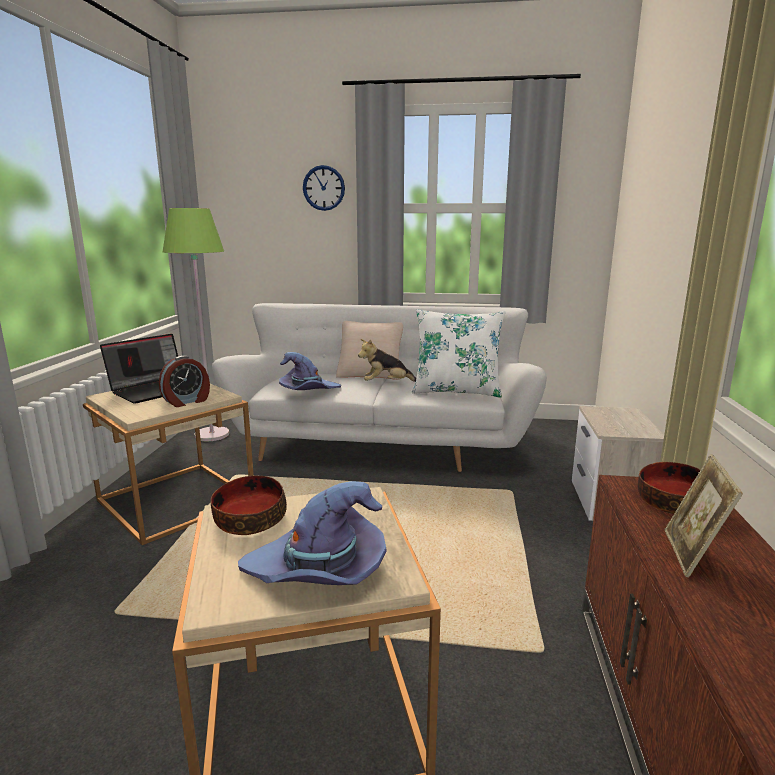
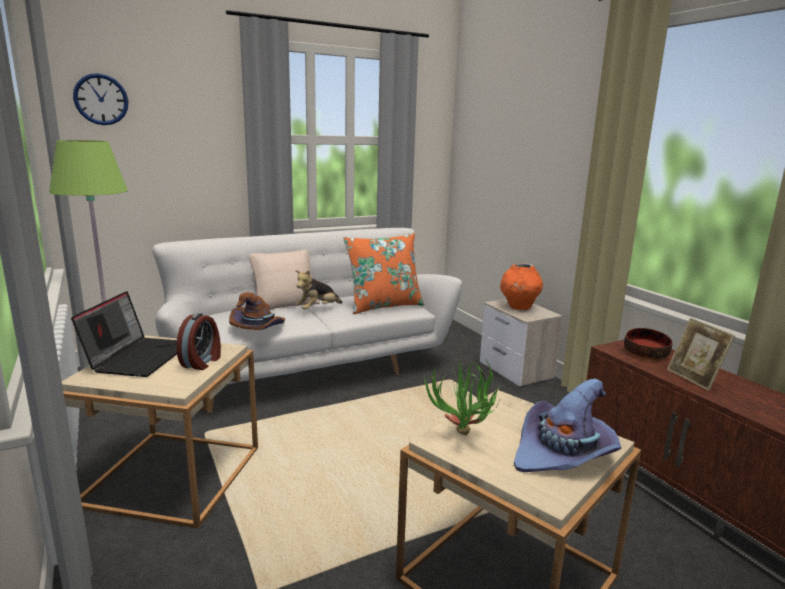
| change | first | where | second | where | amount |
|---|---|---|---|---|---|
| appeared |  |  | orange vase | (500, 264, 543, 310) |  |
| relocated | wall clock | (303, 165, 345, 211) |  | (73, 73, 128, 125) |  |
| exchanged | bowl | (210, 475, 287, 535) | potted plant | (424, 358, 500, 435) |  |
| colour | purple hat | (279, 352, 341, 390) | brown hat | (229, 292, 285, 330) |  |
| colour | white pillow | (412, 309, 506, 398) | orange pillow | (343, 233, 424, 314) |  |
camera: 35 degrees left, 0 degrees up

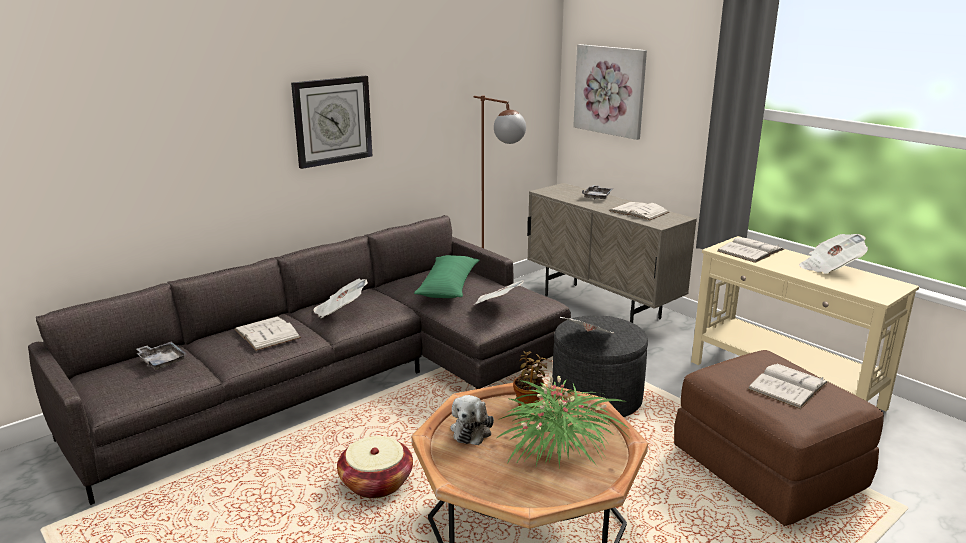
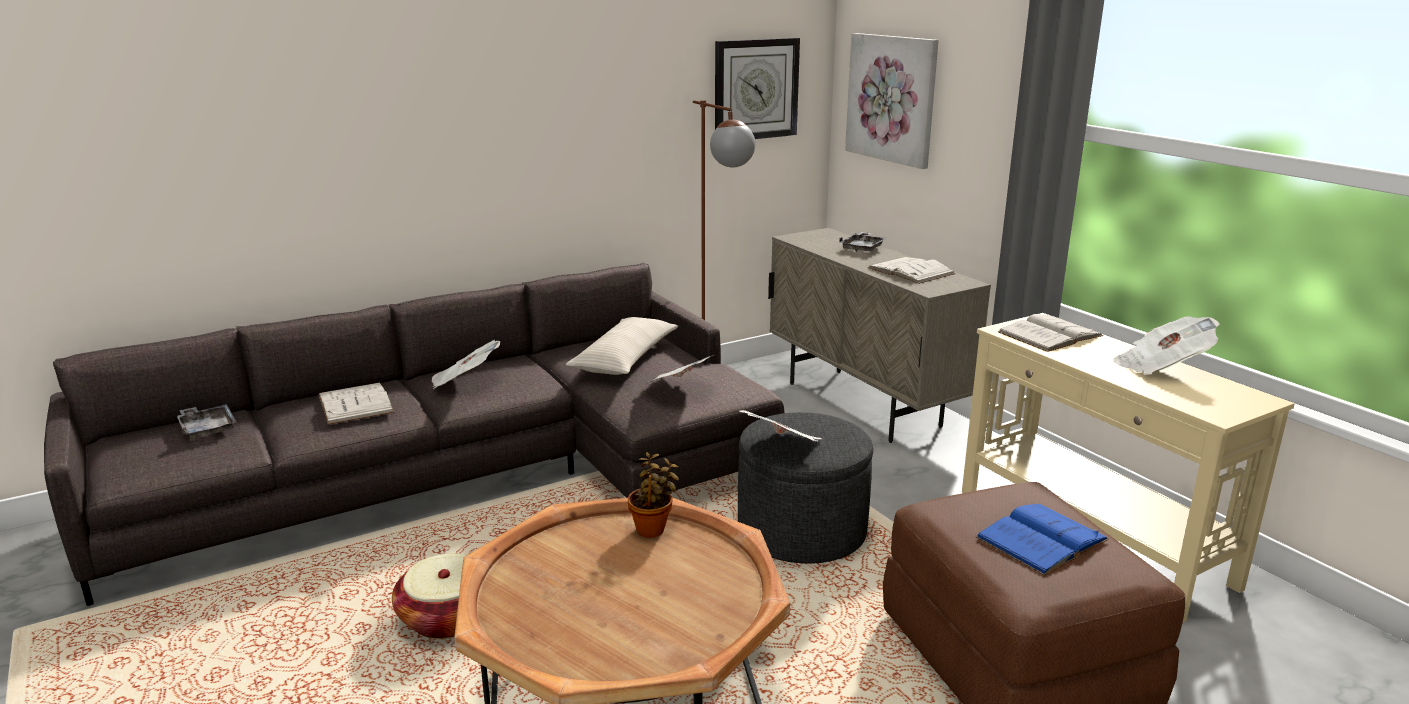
| change | first | where | second | where | amount |
|---|---|---|---|---|---|
| missing | plush toy | (450, 395, 494, 445) |  |  |  |
| missing | potted plant | (497, 375, 628, 469) |  |  |  |
| relocated | wall clock | (291, 76, 373, 169) |  | (715, 38, 800, 139) |  |
| colour | green pillow | (414, 255, 479, 298) | beige pillow | (566, 317, 678, 375) |  |
| colour | white book | (747, 364, 829, 409) | blue book | (975, 504, 1109, 576) |  |
camera: 10 degrees right, 0 degrees up

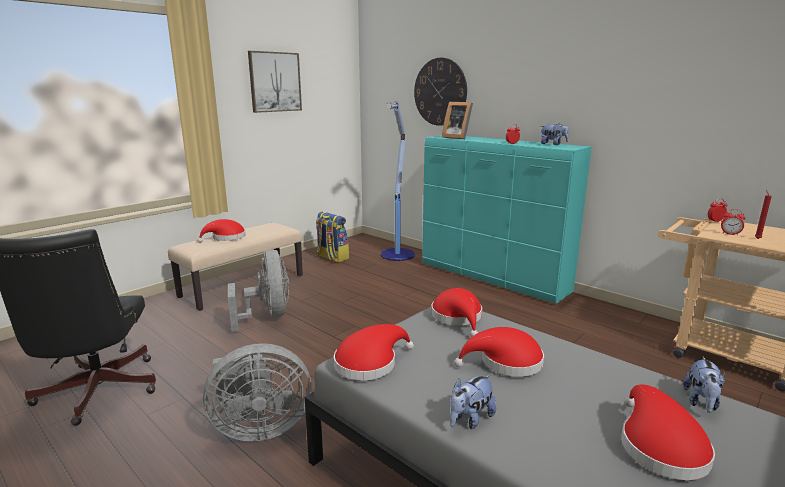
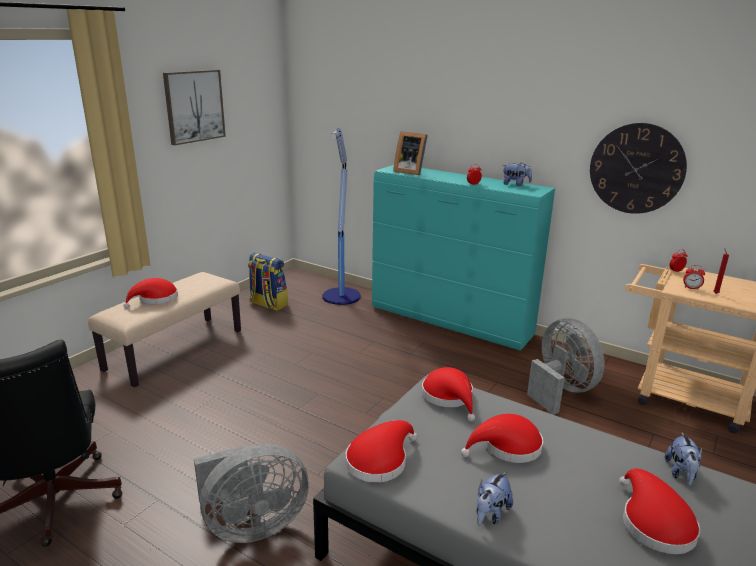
| change | first | where | second | where | amount |
|---|---|---|---|---|---|
| relocated | grey fan | (228, 250, 289, 332) |  | (527, 318, 605, 415) |  |
| relocated | wall clock | (414, 58, 467, 126) |  | (590, 123, 687, 214) |  |
camera: 10 degrees left, 5 degrees up

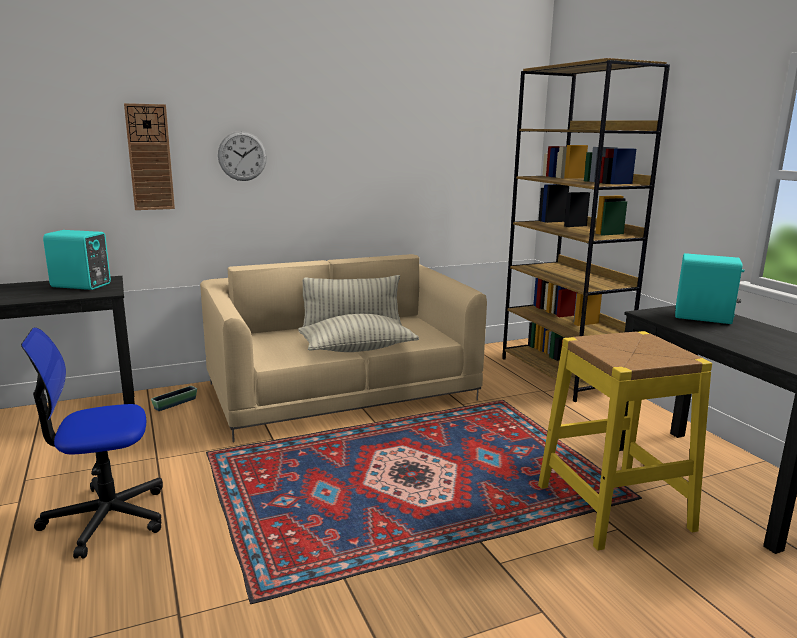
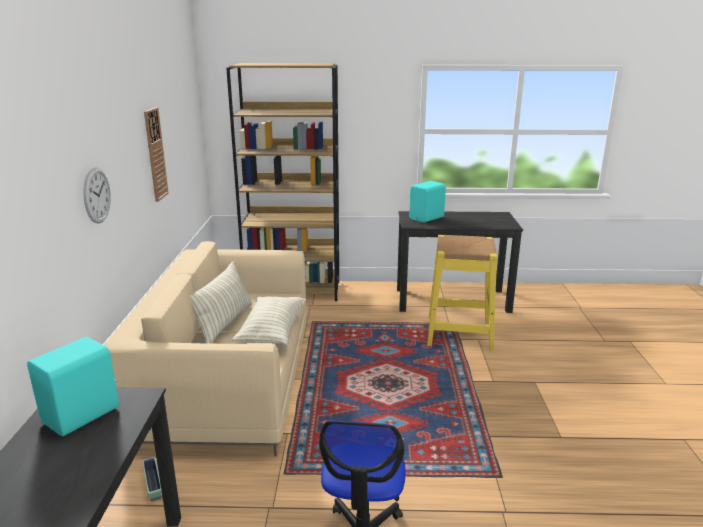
| change | first | where | second | where | amount |
|---|---|---|---|---|---|
| relocated | wall clock | (124, 103, 175, 210) |  | (144, 107, 169, 202) |  |
camera: 65 degrees left, 5 degrees up

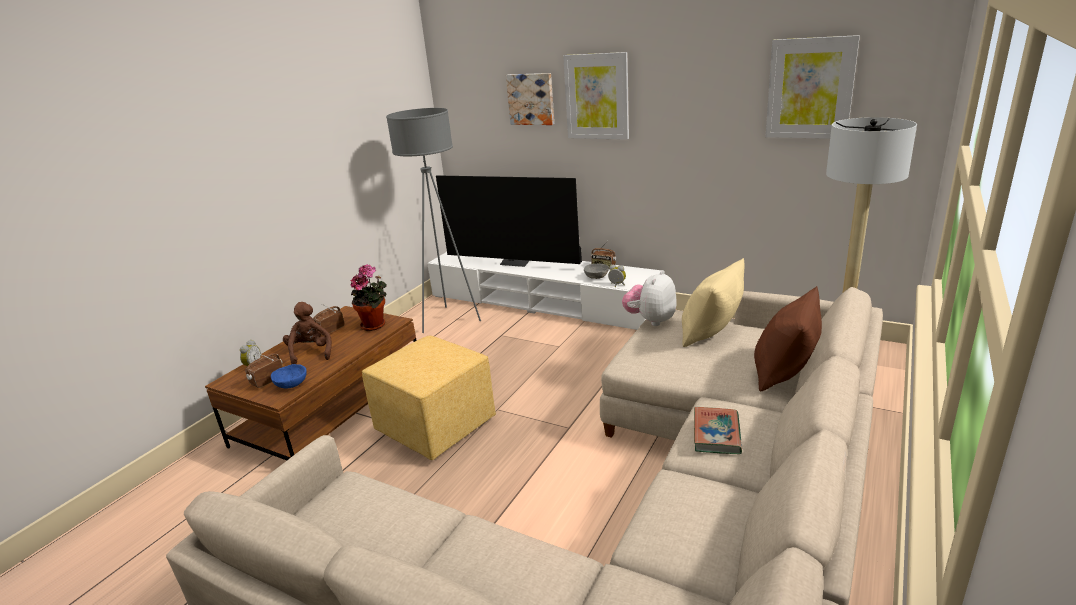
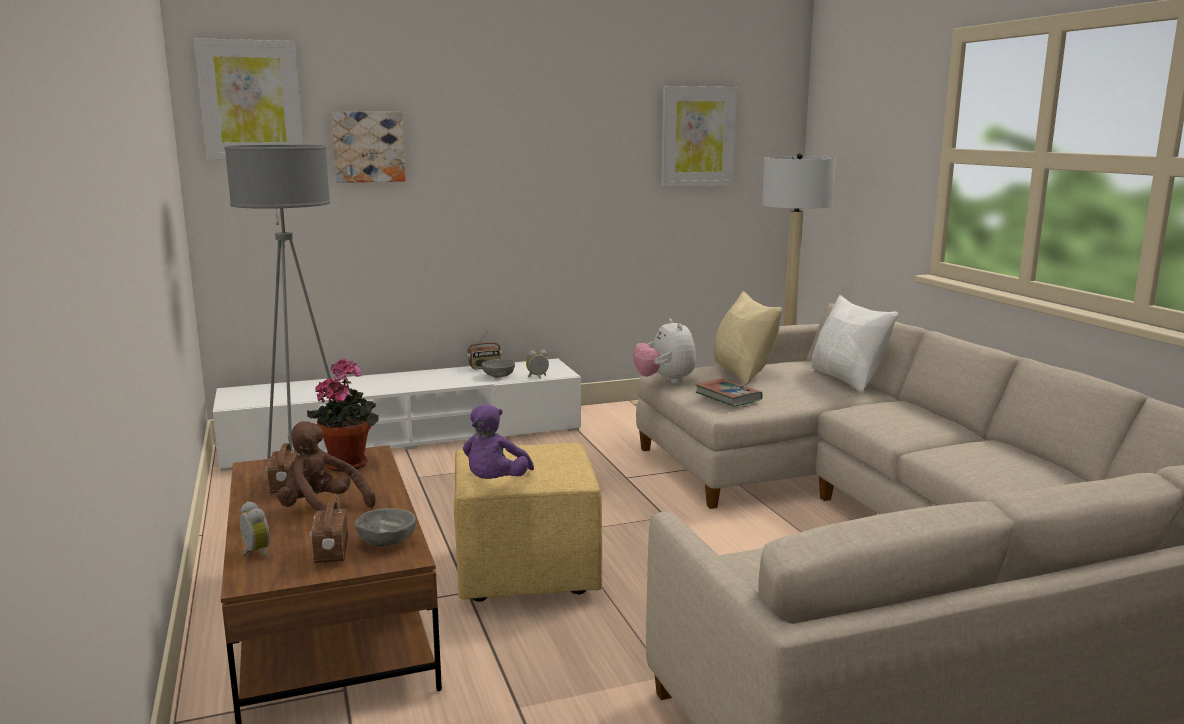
| change | first | where | second | where | amount |
|---|---|---|---|---|---|
| missing | television | (436, 175, 582, 267) |  |  |  |
| appeared |  |  | purple plush toy | (463, 404, 534, 479) |  |
| relocated | picture | (563, 52, 629, 140) |  | (194, 38, 303, 159) |  |
| relocated | book | (694, 407, 742, 454) |  | (695, 379, 763, 407) |  |
| colour | blue bowl | (271, 364, 307, 388) | grey bowl | (355, 508, 416, 547) |  |
| colour | brown pillow | (754, 286, 822, 391) | white pillow | (811, 295, 898, 392) |  |
camera: 50 degrees left, 10 degrees down

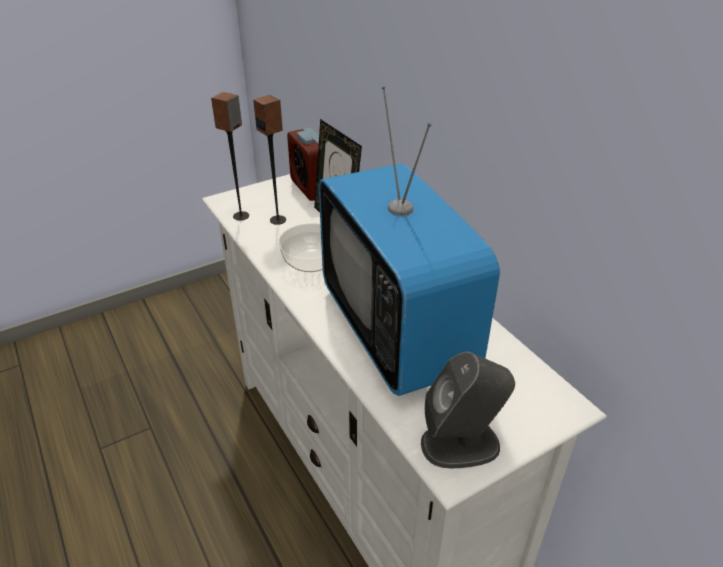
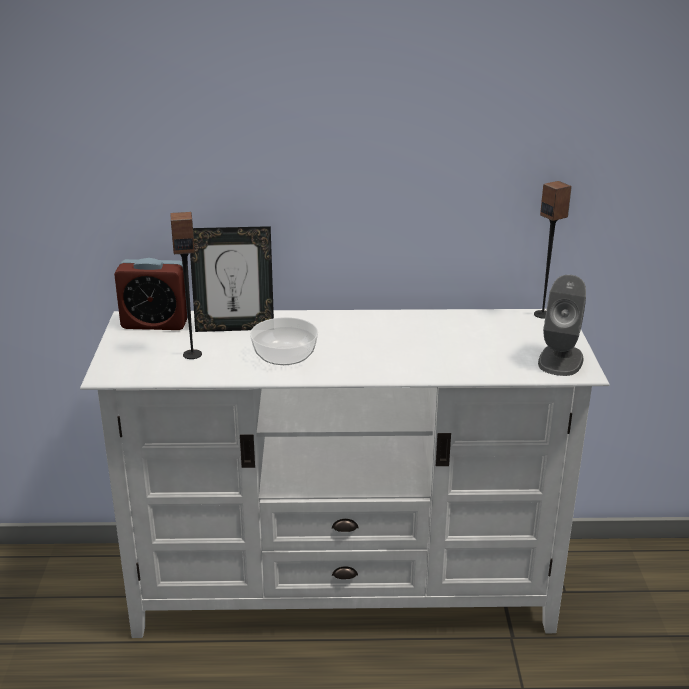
| change | first | where | second | where | amount |
|---|---|---|---|---|---|
| missing | television | (319, 86, 500, 396) |  |  |  |
| relocated | speaker | (211, 92, 249, 221) |  | (534, 181, 572, 319) |  |
camera: 60 degrees left, 10 degrees down

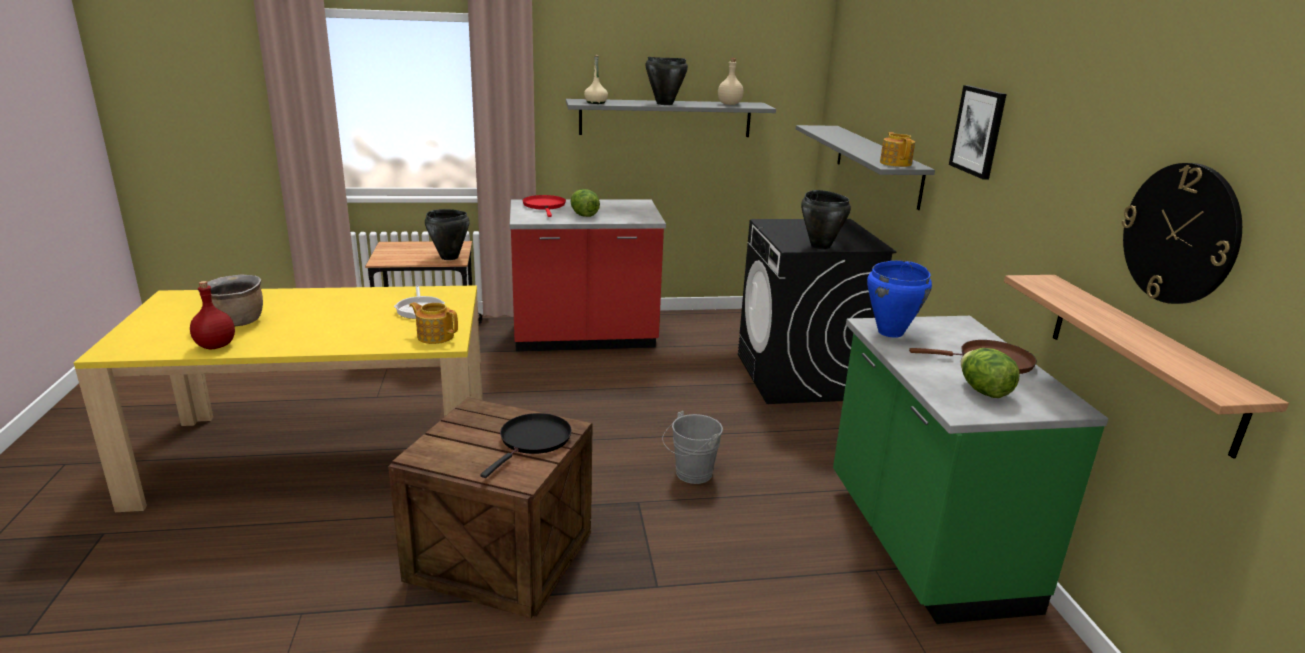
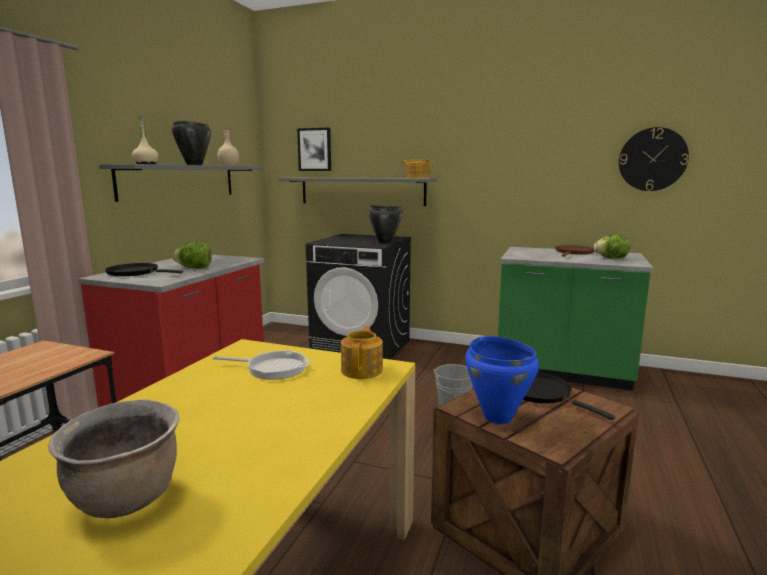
| change | first | where | second | where | amount |
|---|---|---|---|---|---|
| missing | red bottle | (190, 281, 235, 349) |  |  |  |
| missing | black cooking pot | (425, 209, 470, 260) |  |  |  |
| missing | shelf | (1004, 275, 1289, 459) |  |  |  |
| relocated | blue cooking pot | (867, 260, 932, 338) |  | (465, 336, 539, 424) |  |
| relocated | picture | (949, 85, 1007, 180) |  | (297, 128, 331, 171) |  |
| colour | red frying pan | (522, 195, 566, 217) | black frying pan | (105, 263, 183, 276) |  |
| spun | teapot | (409, 302, 458, 344) |  | (341, 326, 383, 379) | 135 degrees clockwise |
camera: 60 degrees left, 10 degrees down

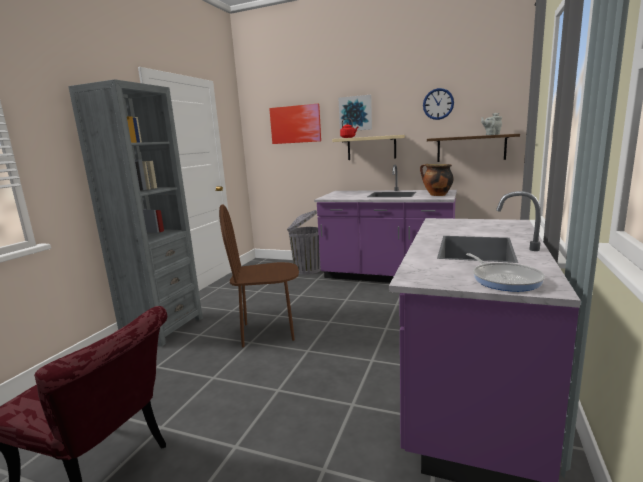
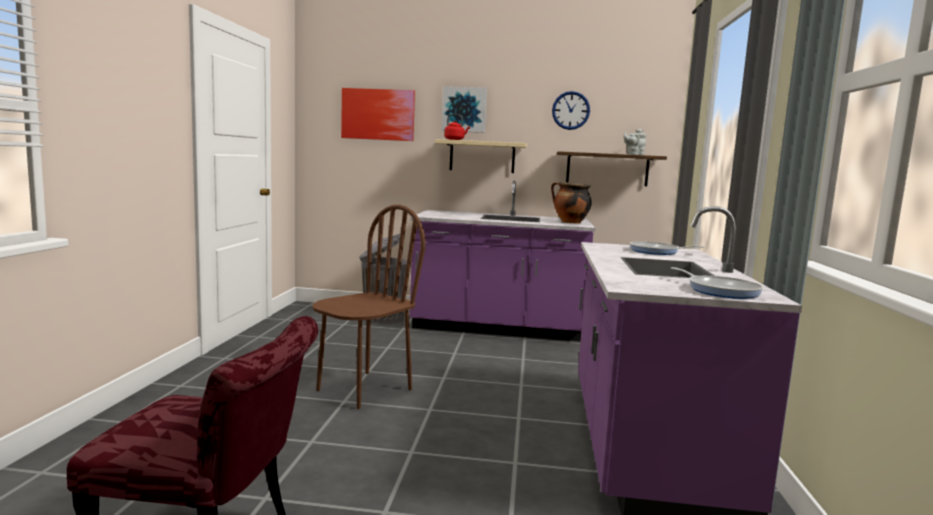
| change | first | where | second | where | amount |
|---|---|---|---|---|---|
| missing | grey bookcase | (68, 79, 203, 347) |  |  |  |
| appeared |  |  | frying pan | (630, 241, 705, 255) |  |
| spun | brown chair | (219, 204, 299, 347) |  | (312, 205, 426, 409) | 150 degrees clockwise |
camera: 15 degrees left, 5 degrees down

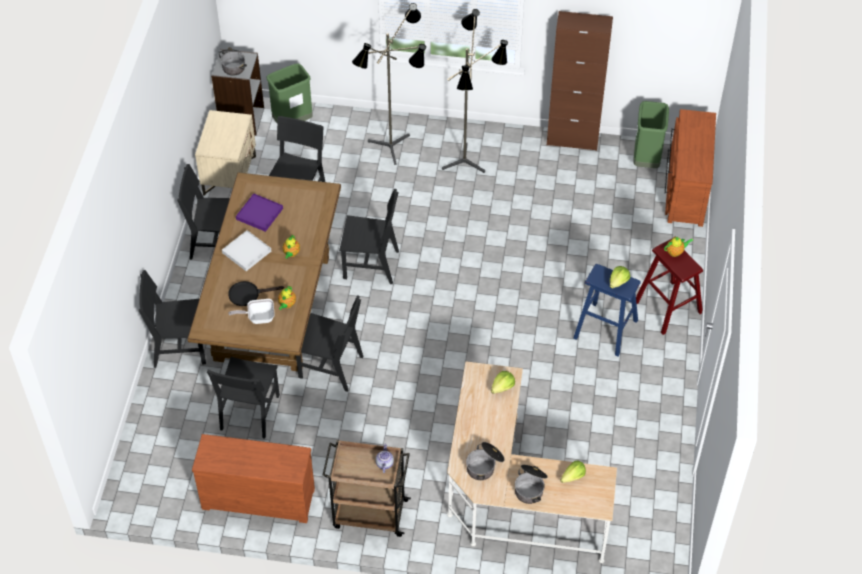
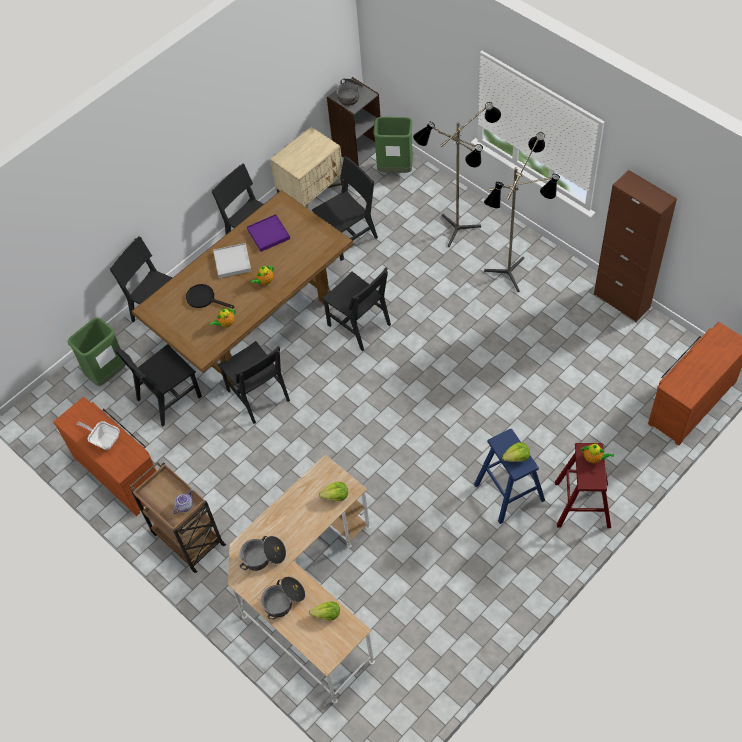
| change | first | where | second | where | amount |
|---|---|---|---|---|---|
| relocated | frying pan | (229, 299, 275, 324) |  | (77, 421, 120, 450) |  |
| relocated | green trash can | (633, 101, 669, 168) |  | (67, 317, 126, 386) |  |
camera: 40 degrees right, 5 degrees up

